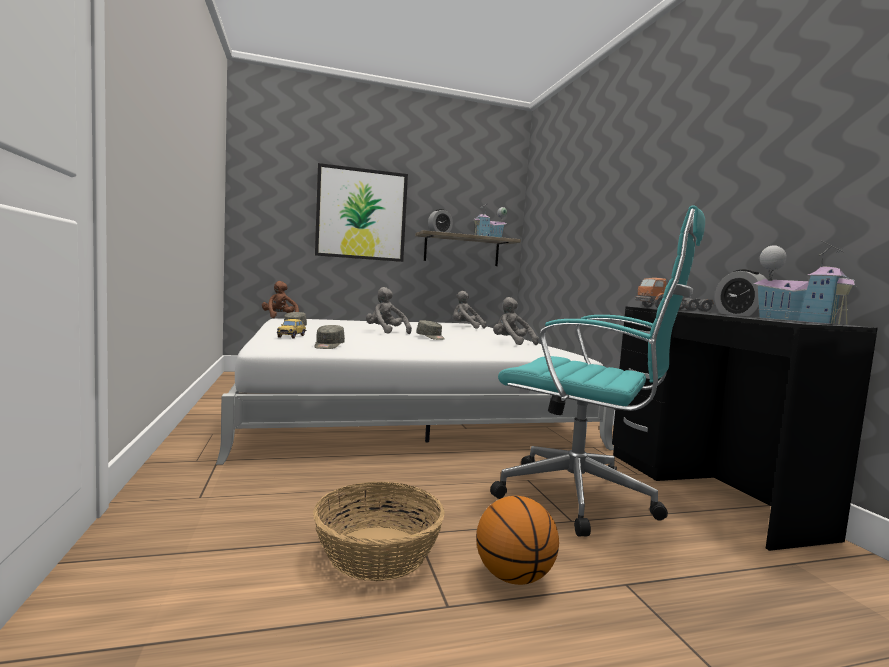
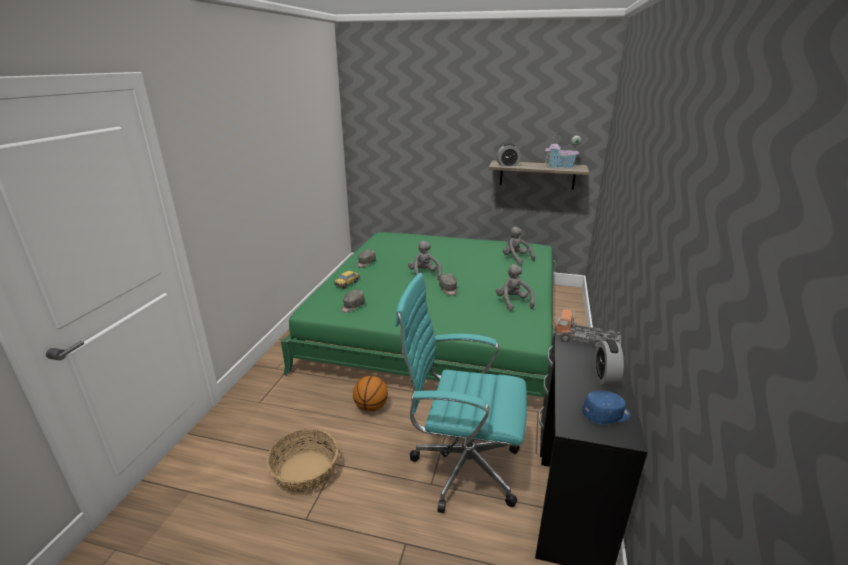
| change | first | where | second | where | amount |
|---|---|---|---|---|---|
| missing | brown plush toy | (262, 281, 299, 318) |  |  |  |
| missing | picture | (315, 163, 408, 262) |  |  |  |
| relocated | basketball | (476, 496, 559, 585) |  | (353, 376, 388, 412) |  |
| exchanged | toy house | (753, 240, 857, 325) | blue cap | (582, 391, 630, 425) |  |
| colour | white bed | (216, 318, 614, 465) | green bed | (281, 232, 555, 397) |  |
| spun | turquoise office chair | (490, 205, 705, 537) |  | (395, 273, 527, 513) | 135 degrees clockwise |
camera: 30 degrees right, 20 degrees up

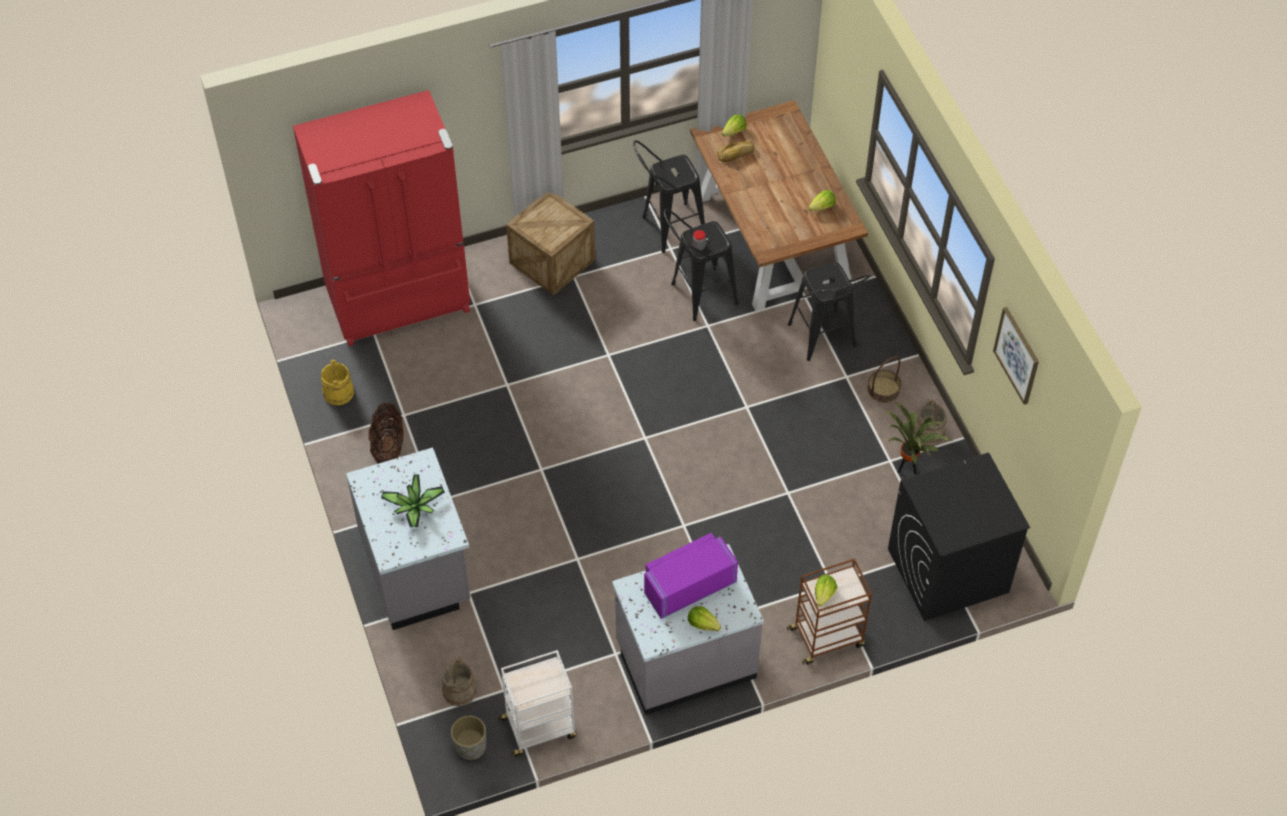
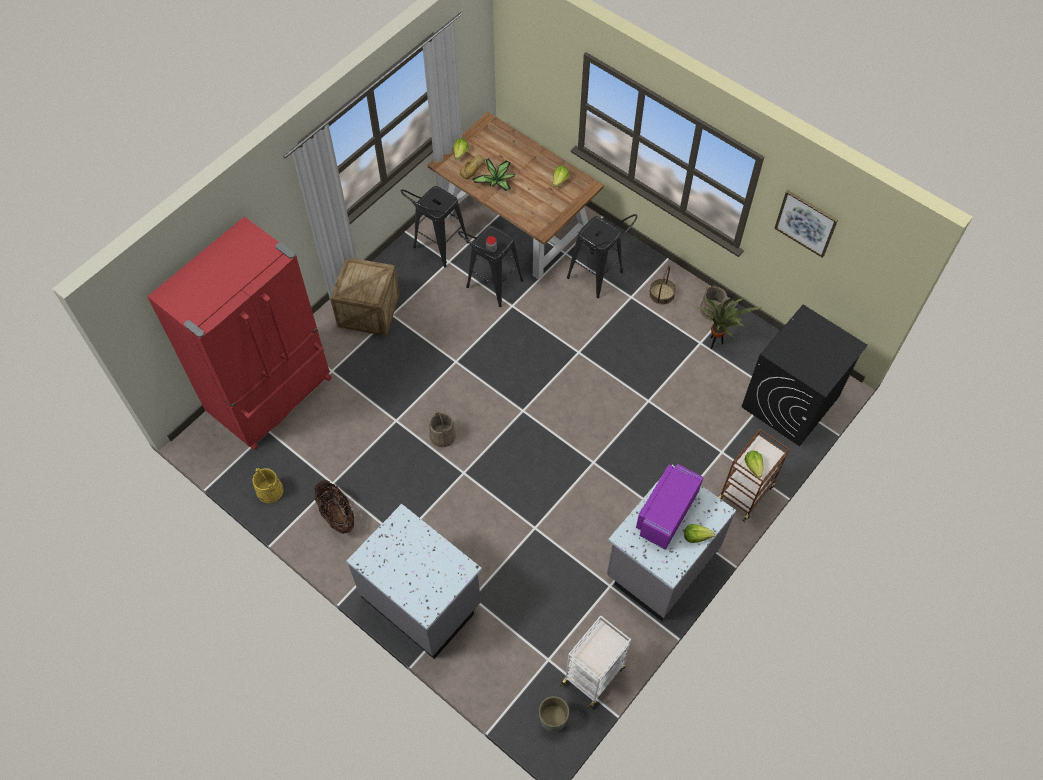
| change | first | where | second | where | amount |
|---|---|---|---|---|---|
| relocated | potted plant | (381, 474, 445, 528) |  | (473, 158, 515, 191) |  |
| relocated | beige bucket | (442, 657, 477, 707) |  | (429, 410, 456, 447) |  |
camera: 30 degrees left, 5 degrees up

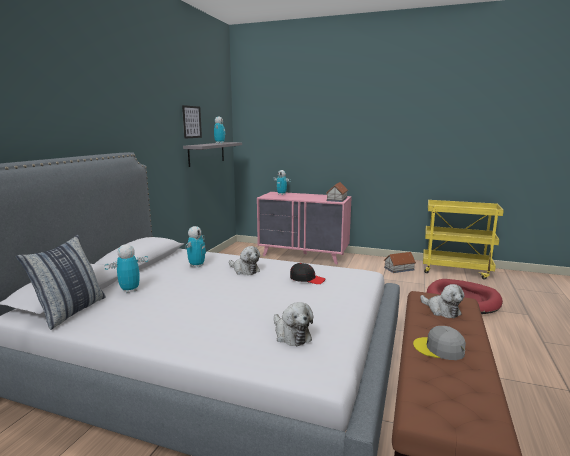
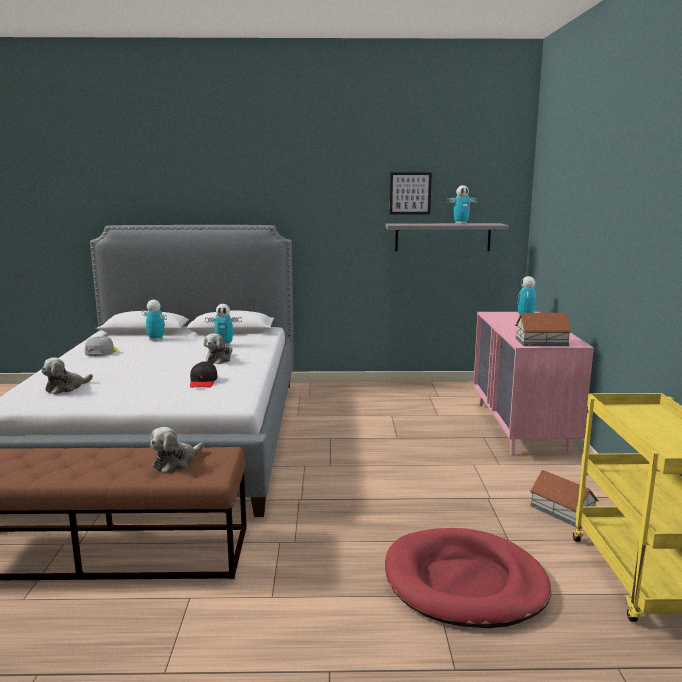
| change | first | where | second | where | amount |
|---|---|---|---|---|---|
| missing | pillow | (16, 235, 106, 330) |  |  |  |
| relocated | grey cap | (413, 326, 466, 360) |  | (85, 336, 118, 356) |  |
camera: 70 degrees right, 0 degrees up

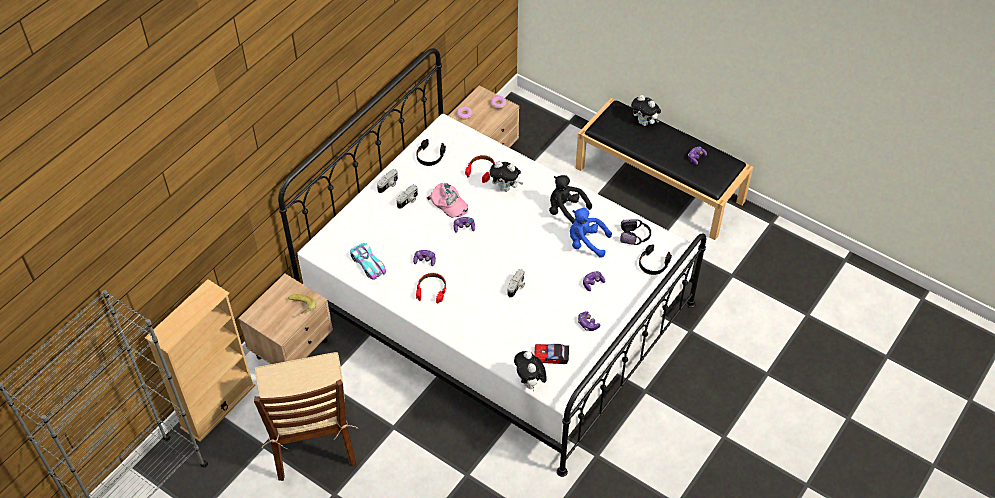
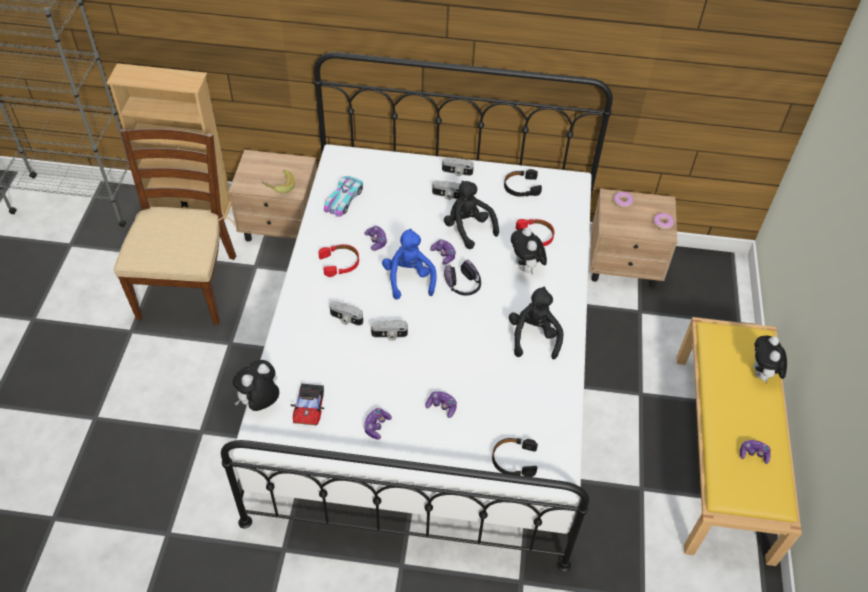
| change | first | where | second | where | amount |
|---|---|---|---|---|---|
| appeared |  |  | photo camera | (329, 301, 363, 326) |  |
| relocated | blue plush toy | (570, 208, 612, 258) |  | (382, 228, 437, 299) |  |
| relocated | headphones | (620, 219, 651, 245) |  | (444, 259, 481, 296) |  |
| exchanged | pink cap | (427, 183, 468, 218) | black plush toy | (444, 180, 499, 249) |  |
| colour | black bench | (575, 98, 753, 240) | yellow bench | (676, 317, 802, 566) |  |
| spun | brown chair | (254, 352, 358, 481) |  | (114, 128, 237, 325) | 135 degrees clockwise |
| spun | toy car | (534, 344, 569, 364) |  | (291, 384, 324, 425) | 150 degrees counterclockwise |
camera: 60 degrees right, 0 degrees up

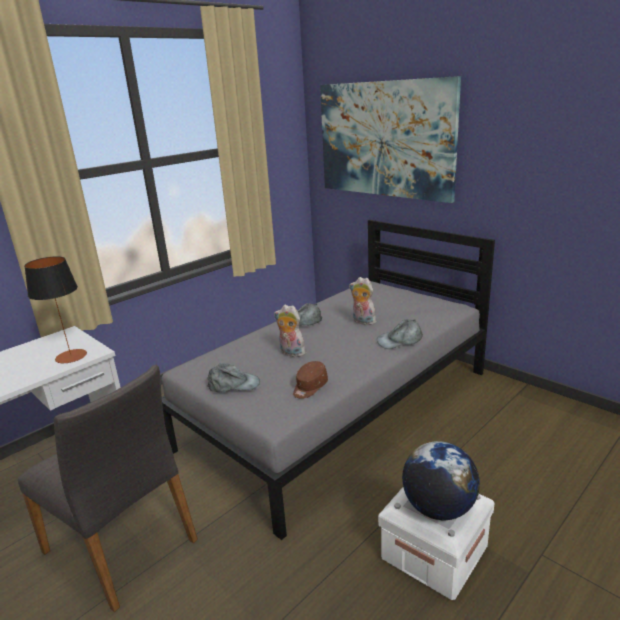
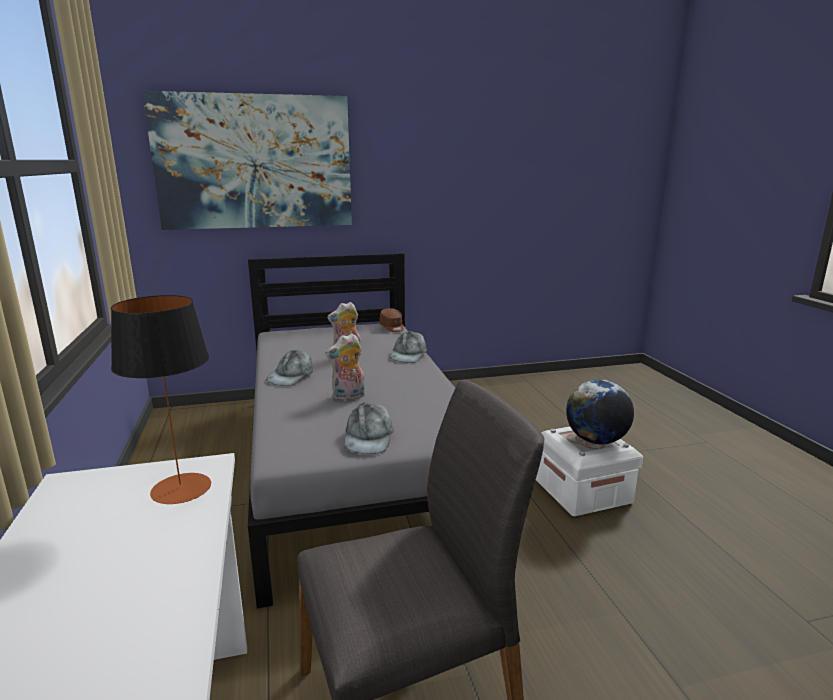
| change | first | where | second | where | amount |
|---|---|---|---|---|---|
| relocated | brown cap | (293, 361, 328, 399) |  | (379, 308, 404, 332) |  |
| spun | grey cap | (207, 363, 260, 392) |  | (344, 403, 394, 454) | 150 degrees clockwise |
camera: 60 degrees left, 5 degrees down

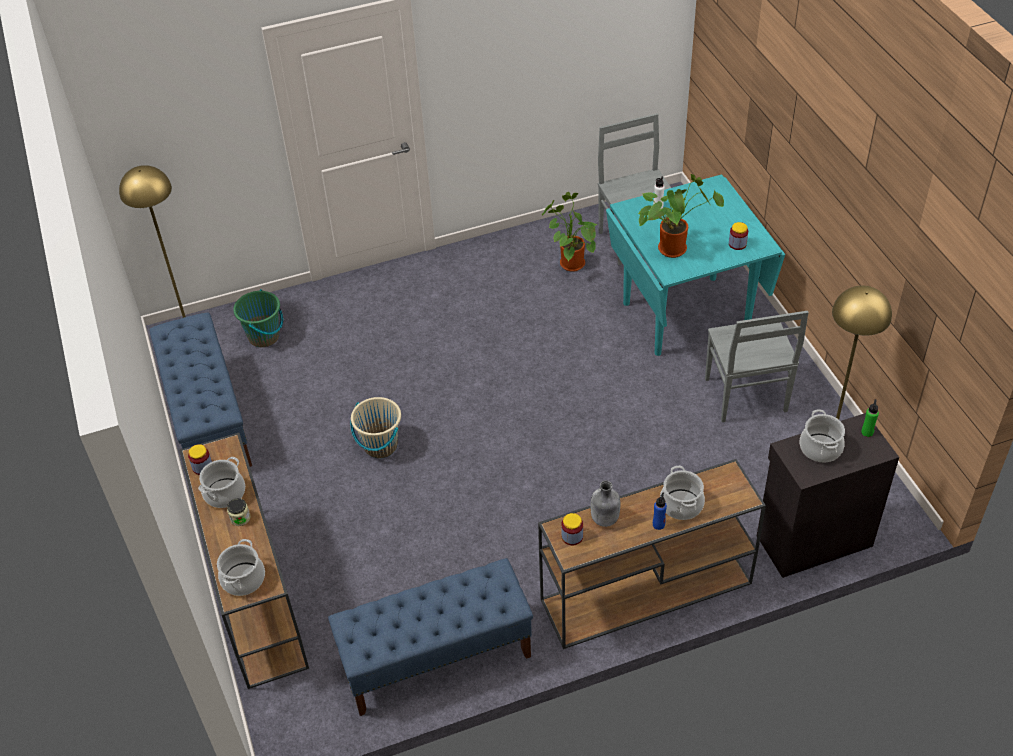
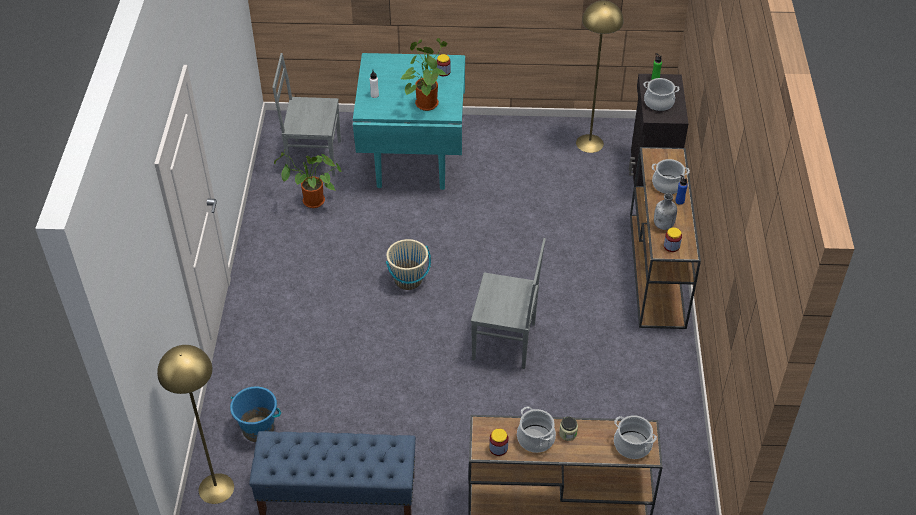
| change | first | where | second | where | amount |
|---|---|---|---|---|---|
| missing | blue bench | (328, 558, 533, 716) |  |  |  |
| relocated | beige bucket | (351, 397, 401, 458) |  | (386, 239, 431, 290) |  |
| relocated | grey chair | (705, 311, 809, 422) |  | (471, 238, 546, 369) |  |
| colour | green bucket | (233, 289, 283, 347) | blue bucket | (230, 386, 281, 442) |  |
camera: 70 degrees left, 0 degrees up

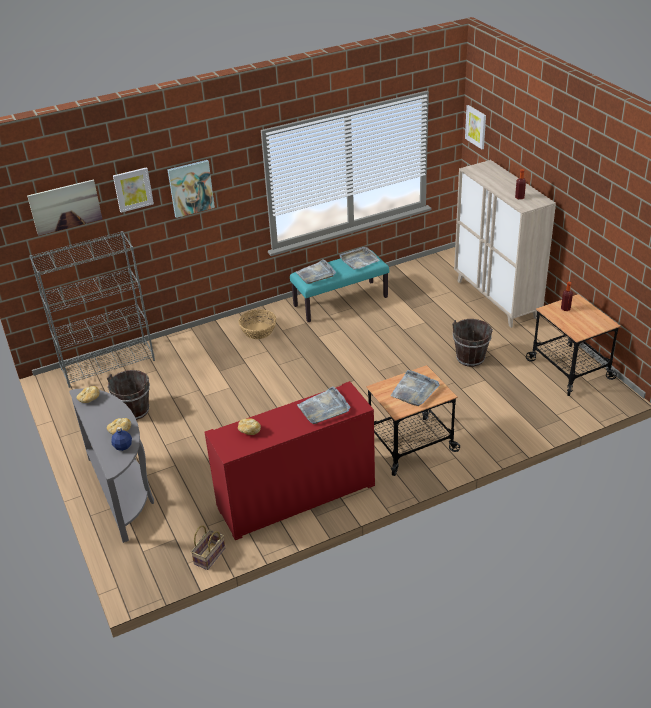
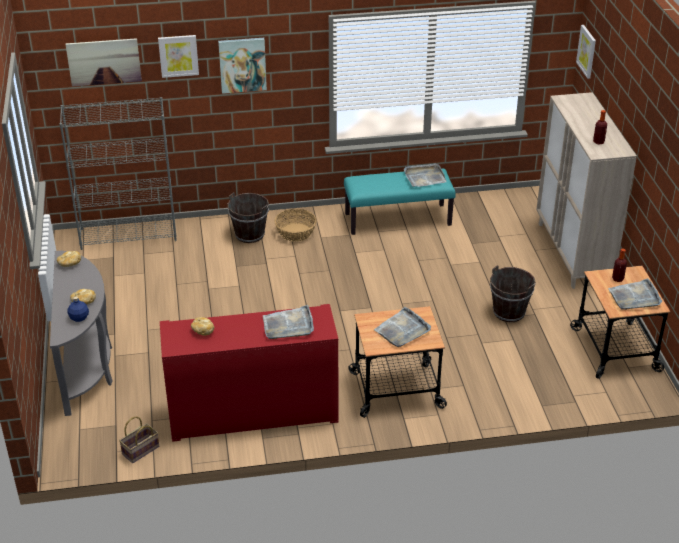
| change | first | where | second | where | amount |
|---|---|---|---|---|---|
| relocated | brown bucket | (107, 370, 150, 420) |  | (227, 192, 269, 243) |  |
| relocated | grey tray | (296, 259, 336, 284) |  | (608, 278, 662, 310) |  |
camera: 15 degrees right, 0 degrees up

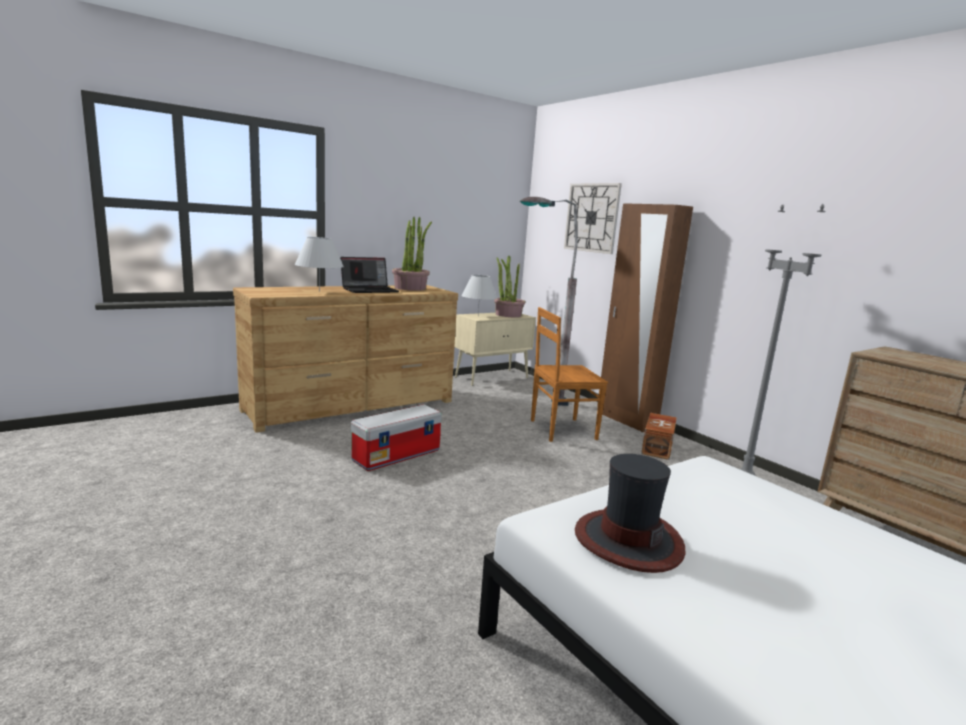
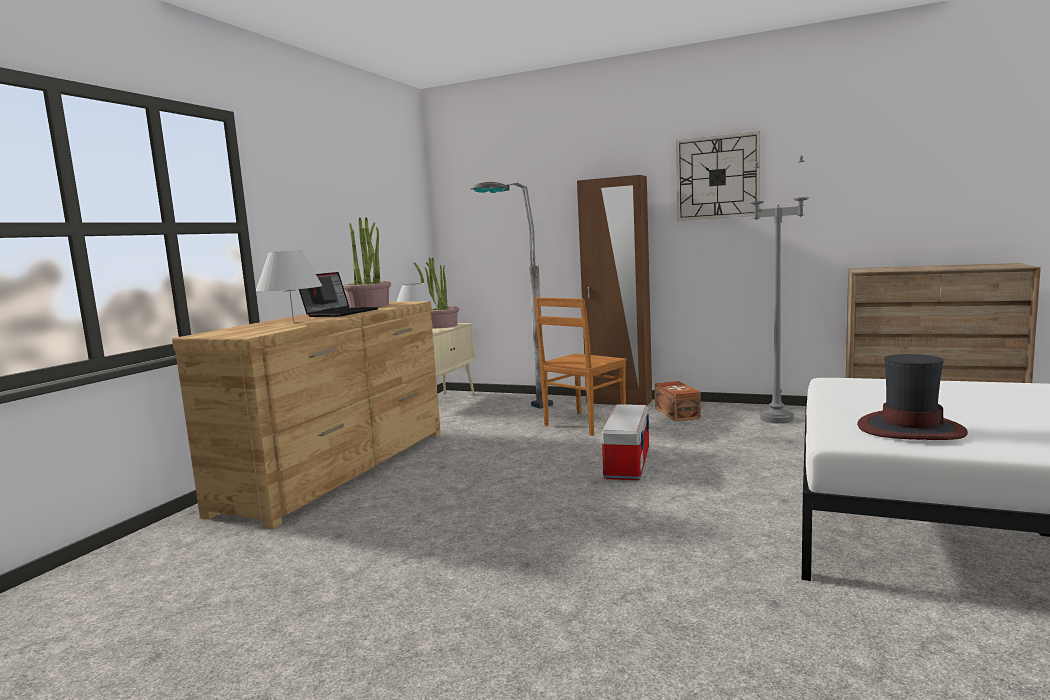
| change | first | where | second | where | amount |
|---|---|---|---|---|---|
| relocated | storage box | (351, 404, 442, 471) |  | (601, 404, 649, 480) |  |
| relocated | wall clock | (564, 183, 622, 254) |  | (676, 131, 760, 221) |  |
camera: 30 degrees left, 5 degrees down

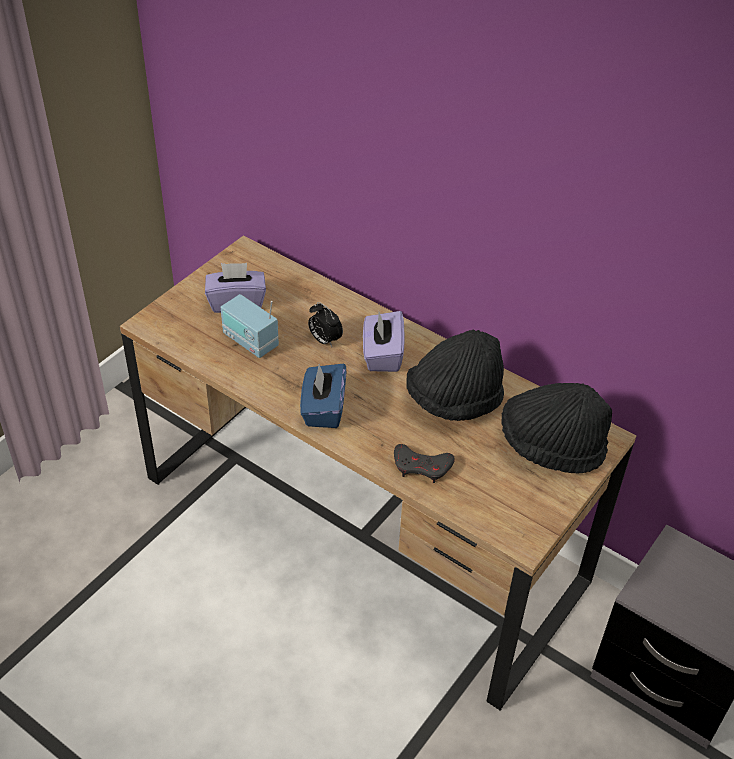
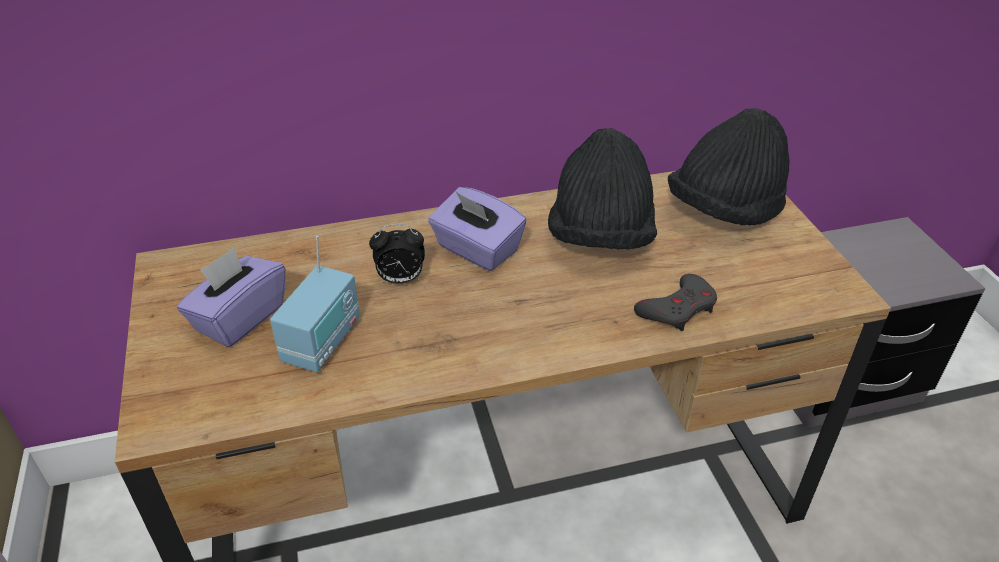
| change | first | where | second | where | amount |
|---|---|---|---|---|---|
| missing | blue tissue box | (300, 363, 346, 428) |  |  |  |
| spun | radio | (221, 294, 279, 358) |  | (270, 236, 360, 372) | 60 degrees counterclockwise |
camera: 50 degrees left, 5 degrees down

